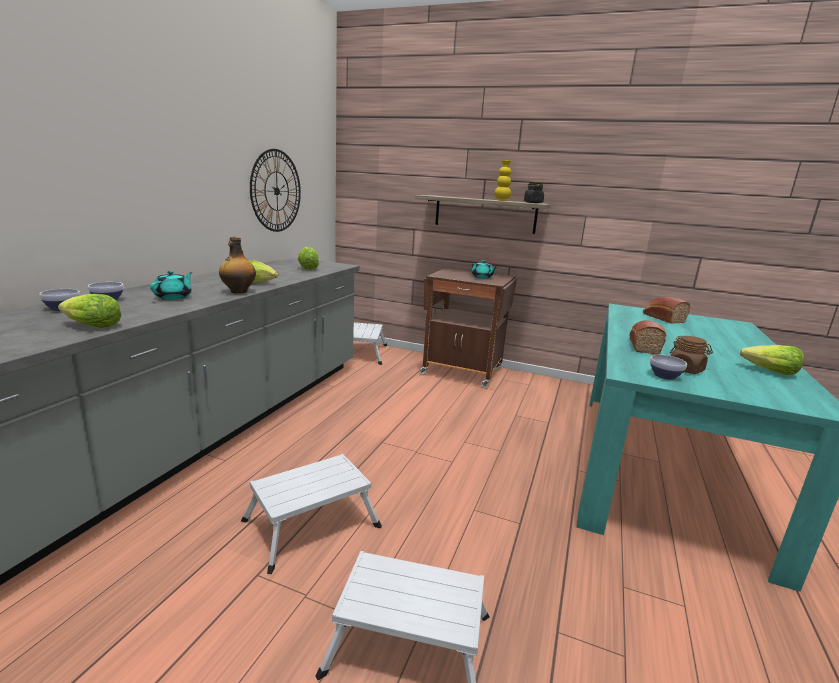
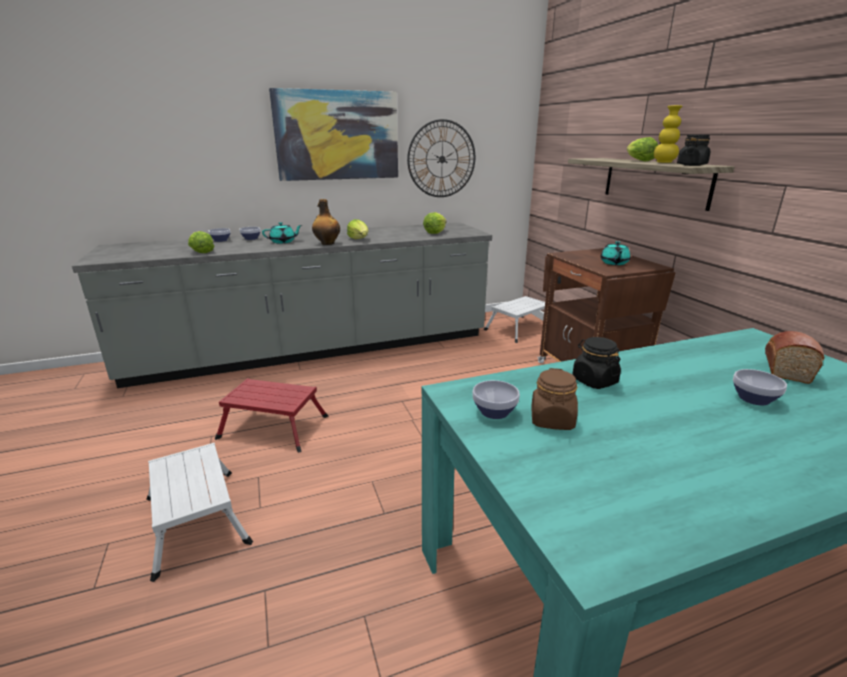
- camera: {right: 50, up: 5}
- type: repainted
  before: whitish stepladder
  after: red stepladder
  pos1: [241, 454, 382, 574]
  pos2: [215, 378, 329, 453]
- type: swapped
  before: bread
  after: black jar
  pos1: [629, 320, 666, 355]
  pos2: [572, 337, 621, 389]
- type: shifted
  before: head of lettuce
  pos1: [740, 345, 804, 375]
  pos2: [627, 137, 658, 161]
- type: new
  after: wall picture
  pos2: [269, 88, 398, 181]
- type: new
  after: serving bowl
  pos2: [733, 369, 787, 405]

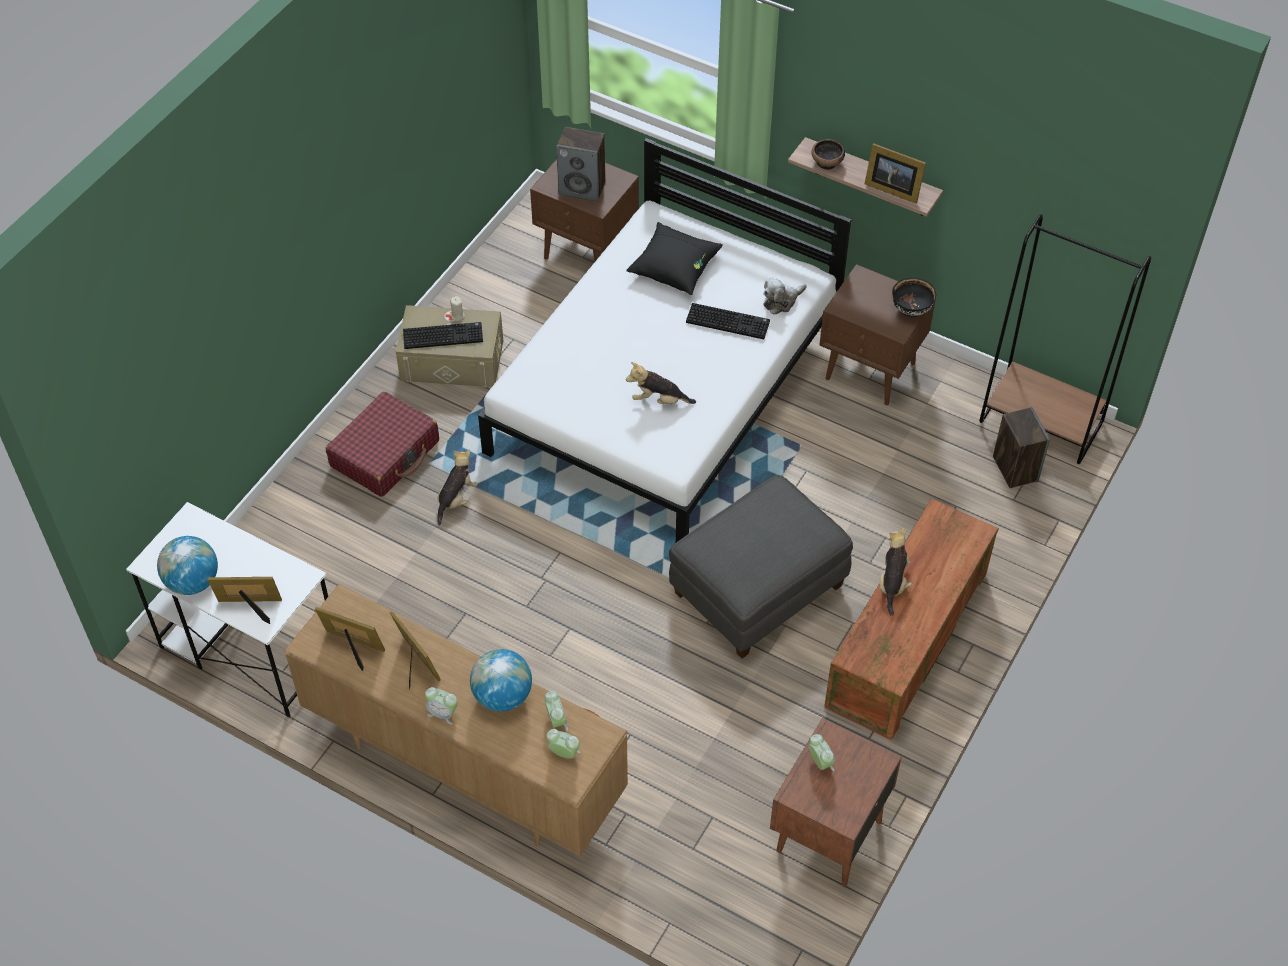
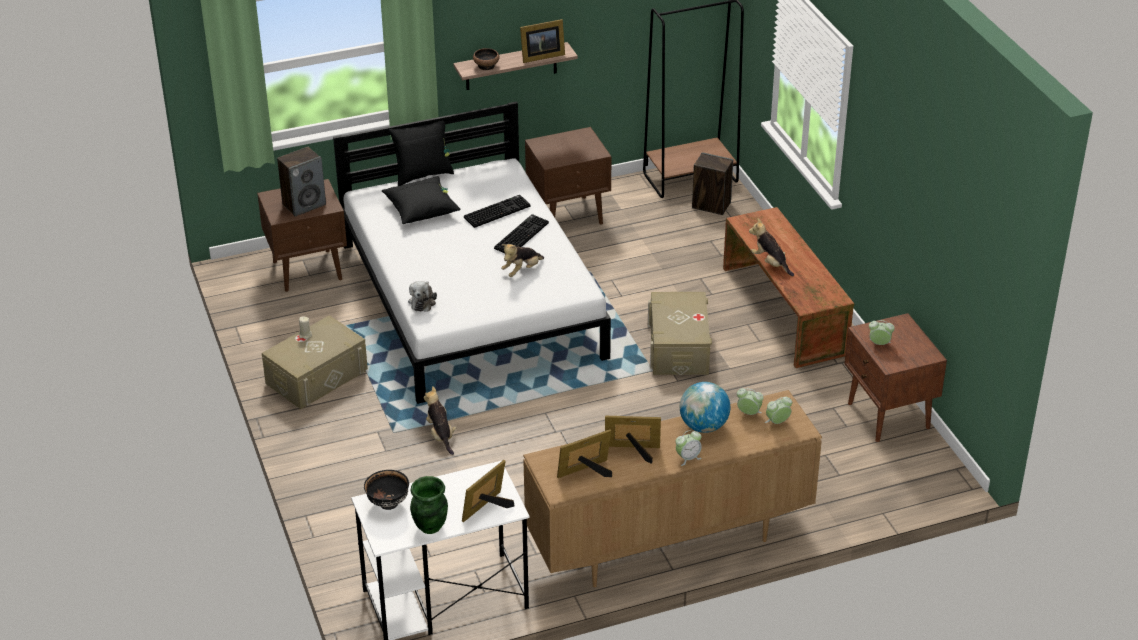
- camera: {right: -50, up: -15}
- type: swapped
  before: world globe
  after: greenish flower vase
  pos1: [157, 536, 218, 595]
  pos2: [410, 476, 448, 534]
- type: gone
  before: red suitcase
  pos1: [326, 391, 439, 497]
- type: shifted
  before: keyboard
  pos1: [403, 322, 483, 349]
  pos2: [494, 214, 549, 253]
- type: swapped
  before: gray pouffe
  after: sand-coloured storage container
  pos1: [669, 475, 853, 659]
  pos2: [648, 292, 712, 375]
- type: shifted
  before: cuddly toy
  pos1: [764, 277, 806, 315]
  pos2: [408, 281, 437, 312]
- type: shifted
  before: black serving bowl
  pos1: [892, 278, 936, 317]
  pos2: [364, 470, 409, 510]
- type: new
  after: black throw pillow
  pos2: [389, 121, 454, 186]

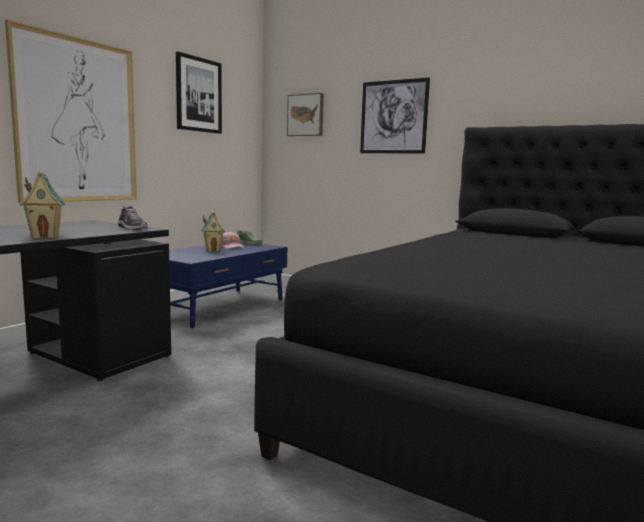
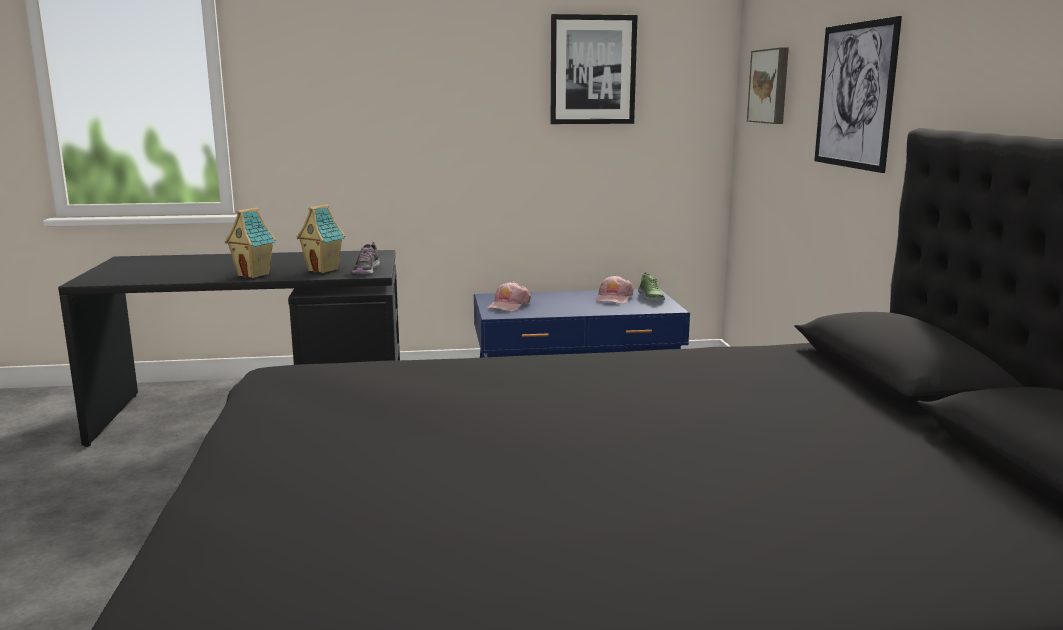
- camera: {right: 50, up: 5}
- type: gone
  before: wall picture
  pos1: [5, 19, 137, 203]
- type: shifted
  before: model house
  pos1: [201, 211, 225, 251]
  pos2: [296, 204, 345, 273]
- type: new
  after: pink peaked cap
  pos2: [488, 281, 531, 311]

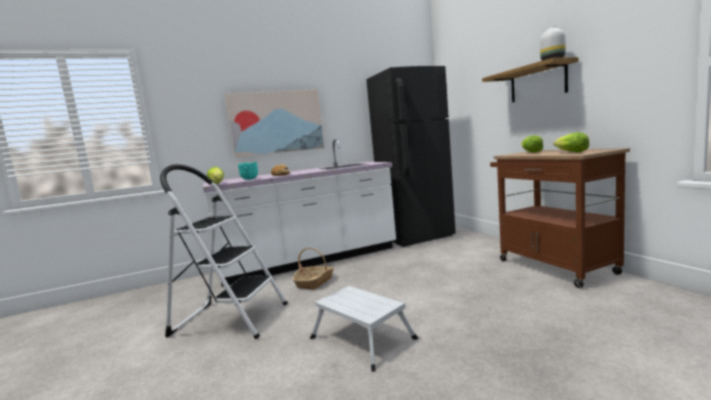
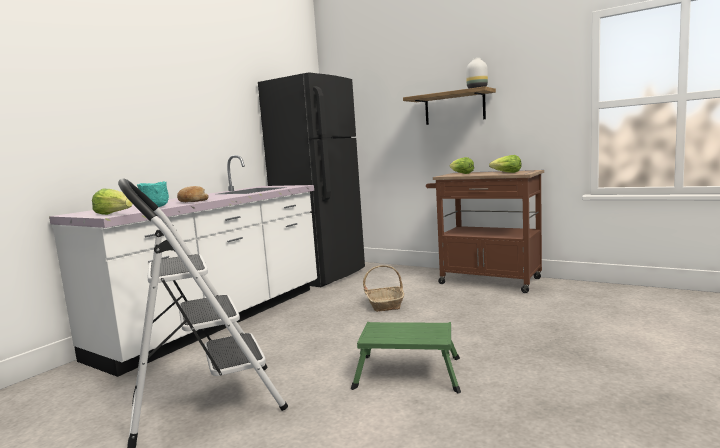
- camera: {right: -35, up: 0}
- type: gone
  before: wall picture
  pos1: [225, 89, 324, 158]
- type: shifted
  before: storage basket
  pos1: [292, 248, 334, 290]
  pos2: [363, 265, 404, 312]
- type: repainted
  before: whitish stepladder
  after: greenish stepladder
  pos1: [310, 286, 418, 372]
  pos2: [351, 322, 461, 394]

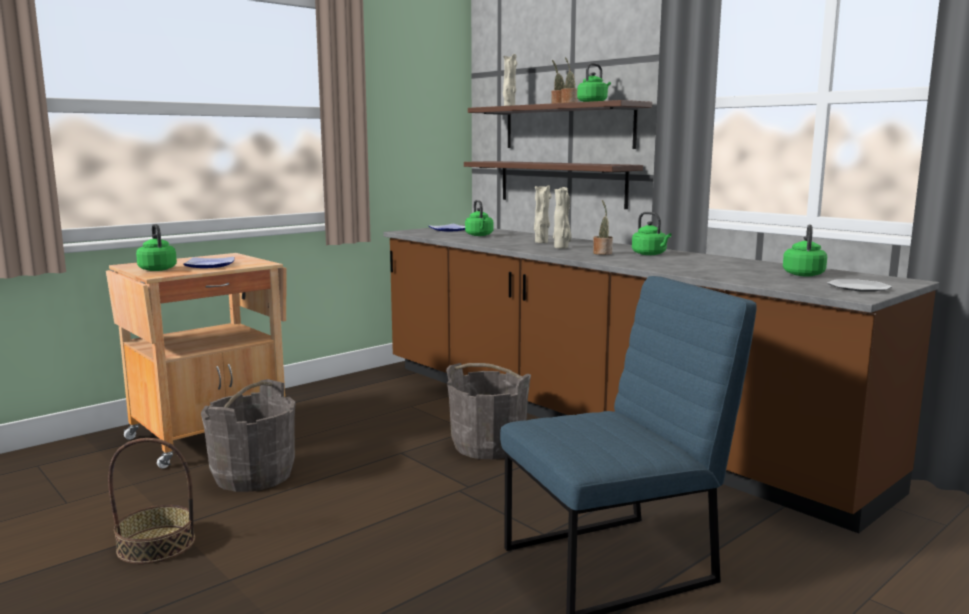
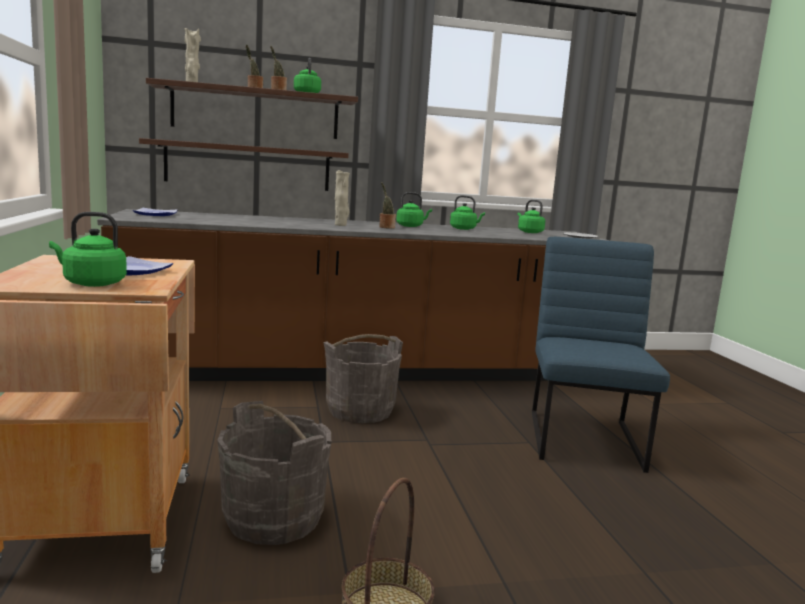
- camera: {right: -60, up: 0}
- type: shifted
  before: greenish tea kettle
  pos1: [465, 200, 493, 236]
  pos2: [450, 195, 485, 230]
- type: gone
  before: sand-coloured flower vase
  pos1: [534, 185, 551, 243]

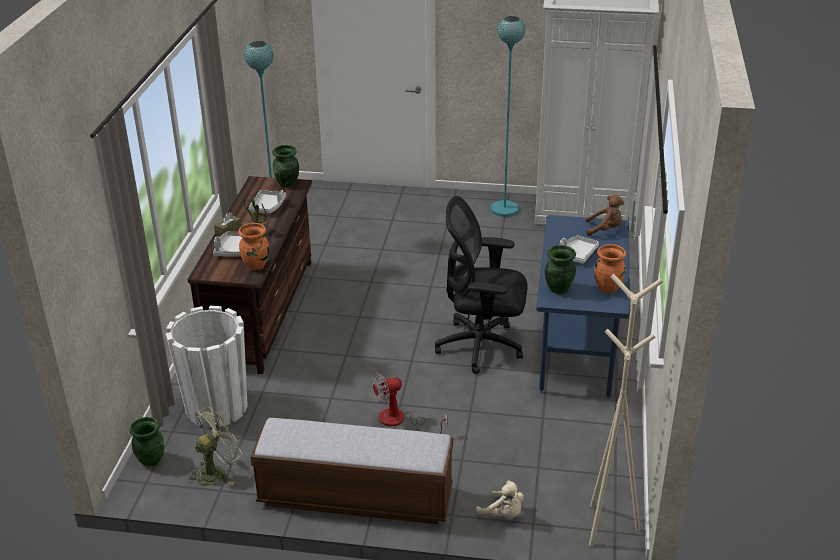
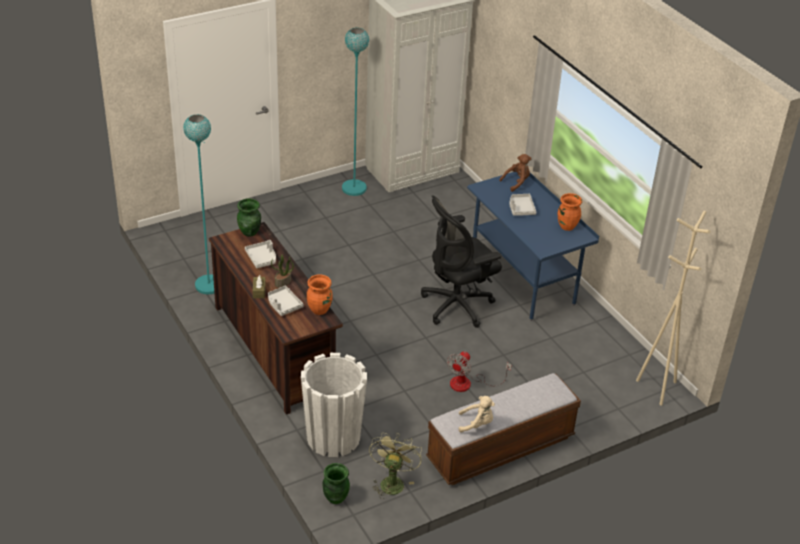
- camera: {right: -40, up: 5}
- type: shifted
  before: sand-coloured cuddly toy
  pos1: [476, 480, 524, 518]
  pos2: [459, 396, 495, 433]
- type: gone
  before: greenish flower vase
  pos1: [545, 245, 576, 294]

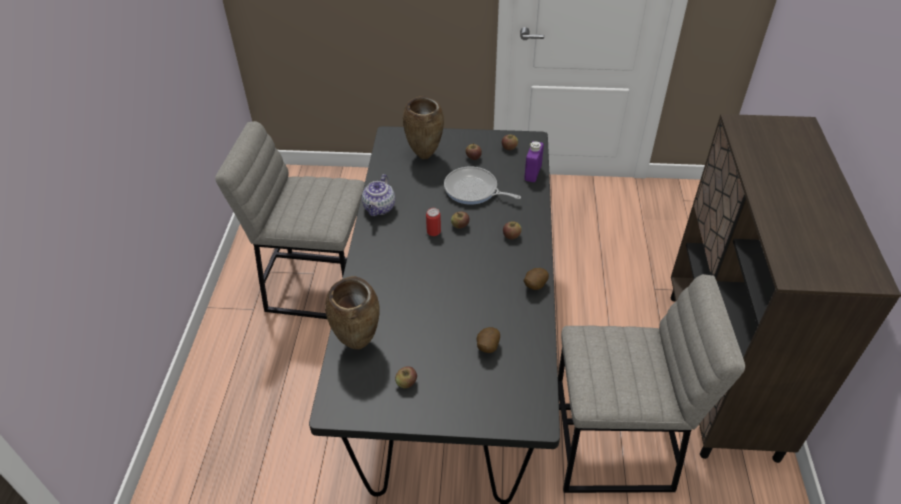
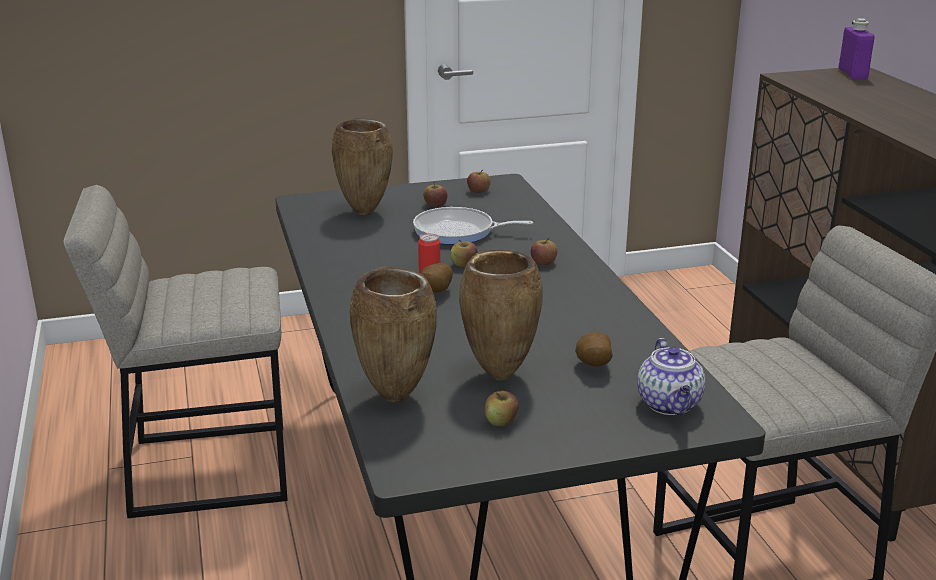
- camera: {right: -20, up: -20}
- type: shifted
  before: teapot
  pos1: [362, 174, 395, 216]
  pos2: [637, 338, 706, 415]
- type: shifted
  before: purplish drink bottle
  pos1: [524, 141, 544, 182]
  pos2: [838, 18, 875, 80]
- type: shifted
  before: spud
  pos1: [524, 268, 549, 290]
  pos2: [420, 263, 453, 293]
- type: new
  after: brown-coloured flower vase
  pos2: [459, 250, 543, 380]

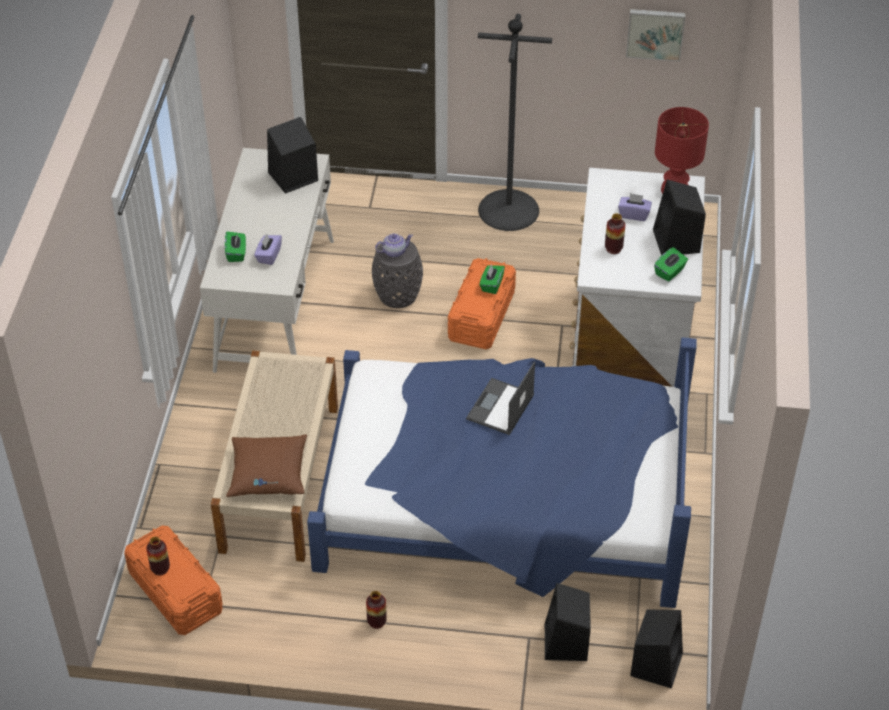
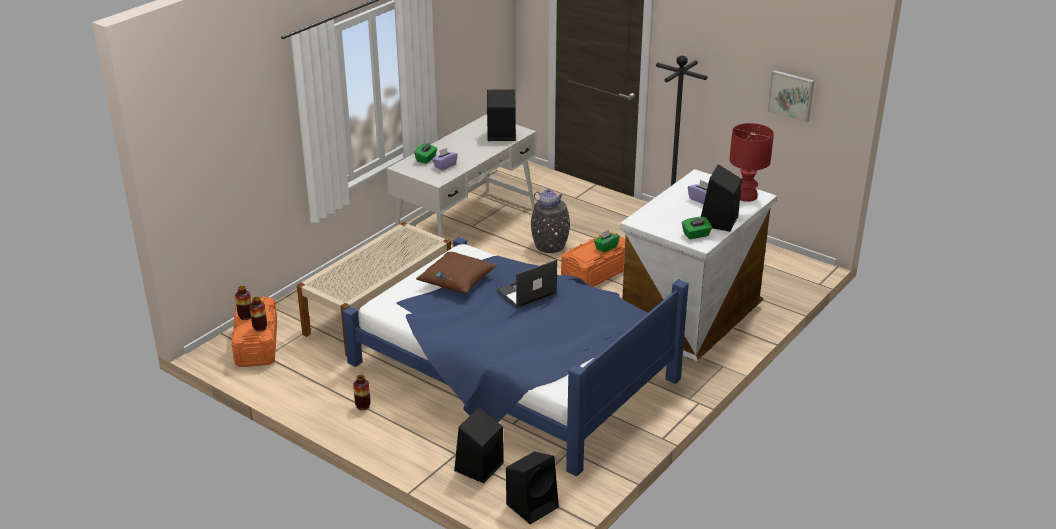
- camera: {right: 30, up: -15}
- type: shifted
  before: brown-coloured throw pillow
  pos1: [226, 434, 307, 497]
  pos2: [416, 252, 497, 293]
- type: shifted
  before: flower vase
  pos1: [605, 213, 625, 254]
  pos2: [250, 297, 267, 331]

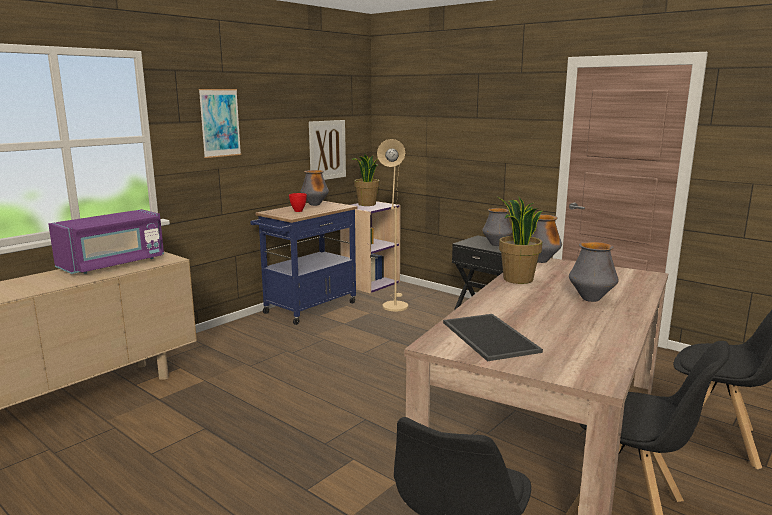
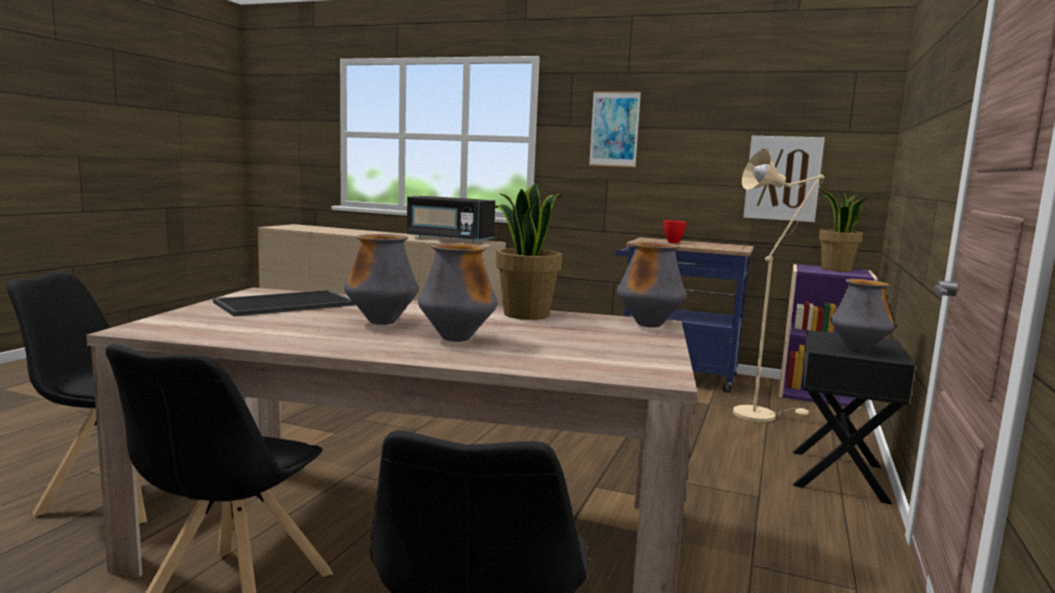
- camera: {right: 70, up: -5}
- type: repainted
  before: purplish microwave oven
  after: black microwave oven
  pos1: [48, 209, 164, 274]
  pos2: [407, 196, 495, 243]
- type: shifted
  before: flower vase
  pos1: [300, 170, 329, 206]
  pos2: [344, 234, 419, 325]

